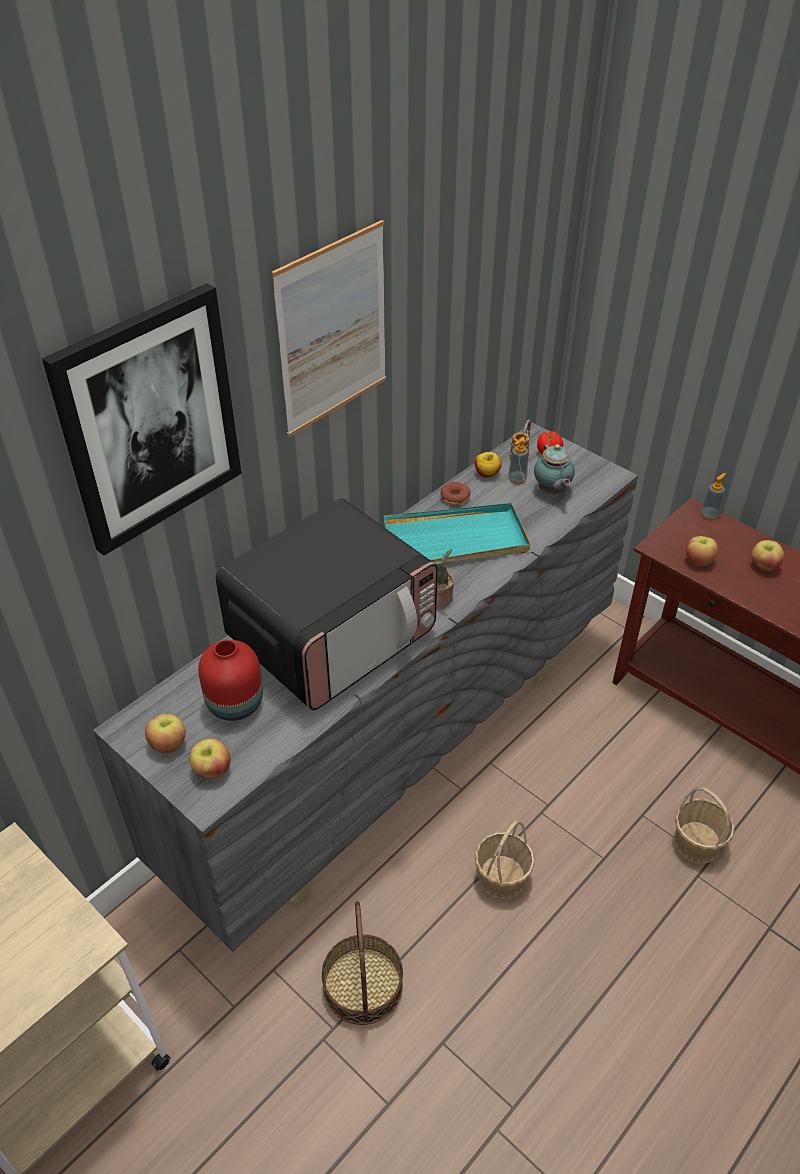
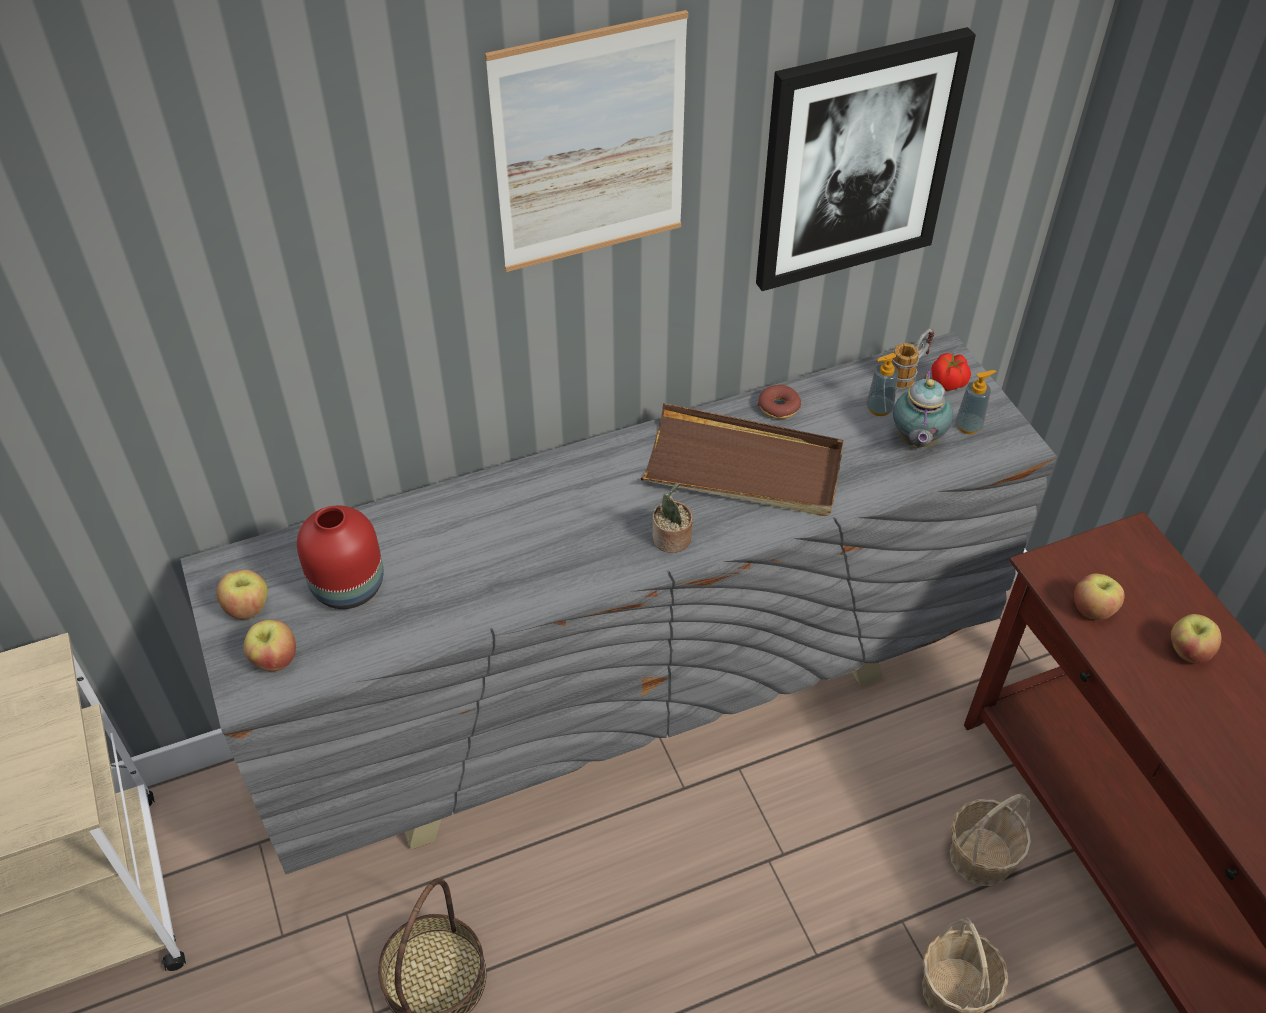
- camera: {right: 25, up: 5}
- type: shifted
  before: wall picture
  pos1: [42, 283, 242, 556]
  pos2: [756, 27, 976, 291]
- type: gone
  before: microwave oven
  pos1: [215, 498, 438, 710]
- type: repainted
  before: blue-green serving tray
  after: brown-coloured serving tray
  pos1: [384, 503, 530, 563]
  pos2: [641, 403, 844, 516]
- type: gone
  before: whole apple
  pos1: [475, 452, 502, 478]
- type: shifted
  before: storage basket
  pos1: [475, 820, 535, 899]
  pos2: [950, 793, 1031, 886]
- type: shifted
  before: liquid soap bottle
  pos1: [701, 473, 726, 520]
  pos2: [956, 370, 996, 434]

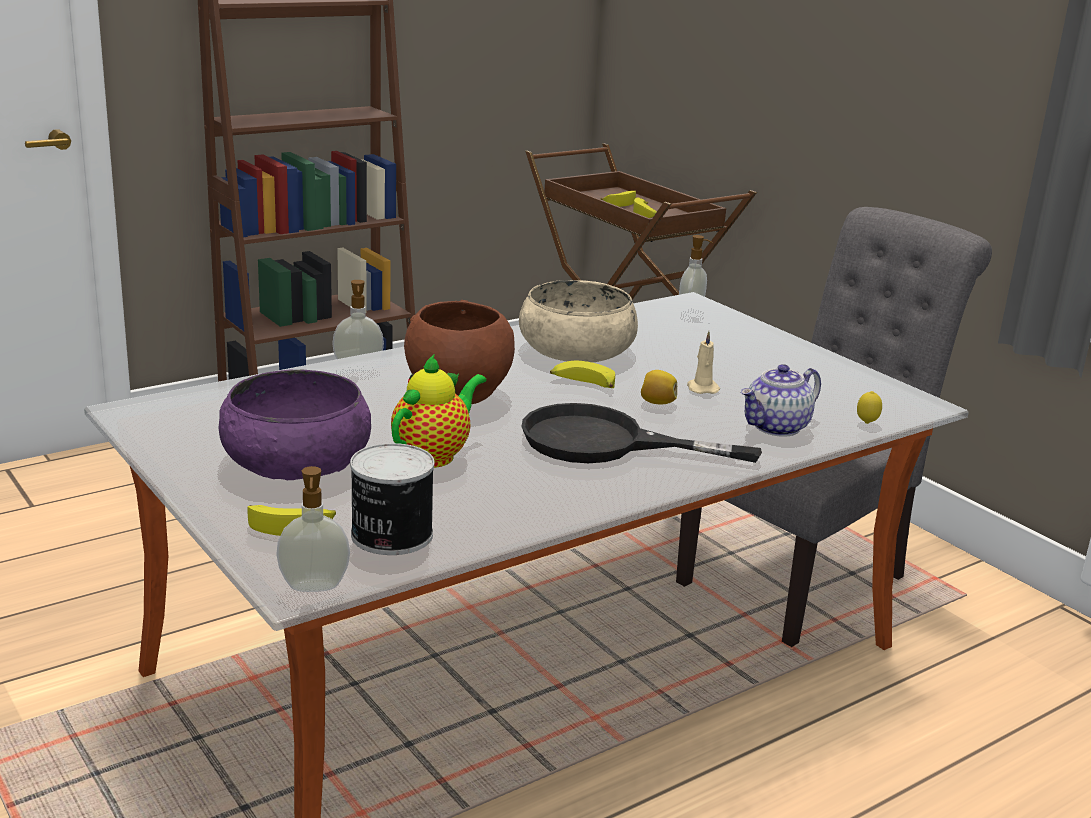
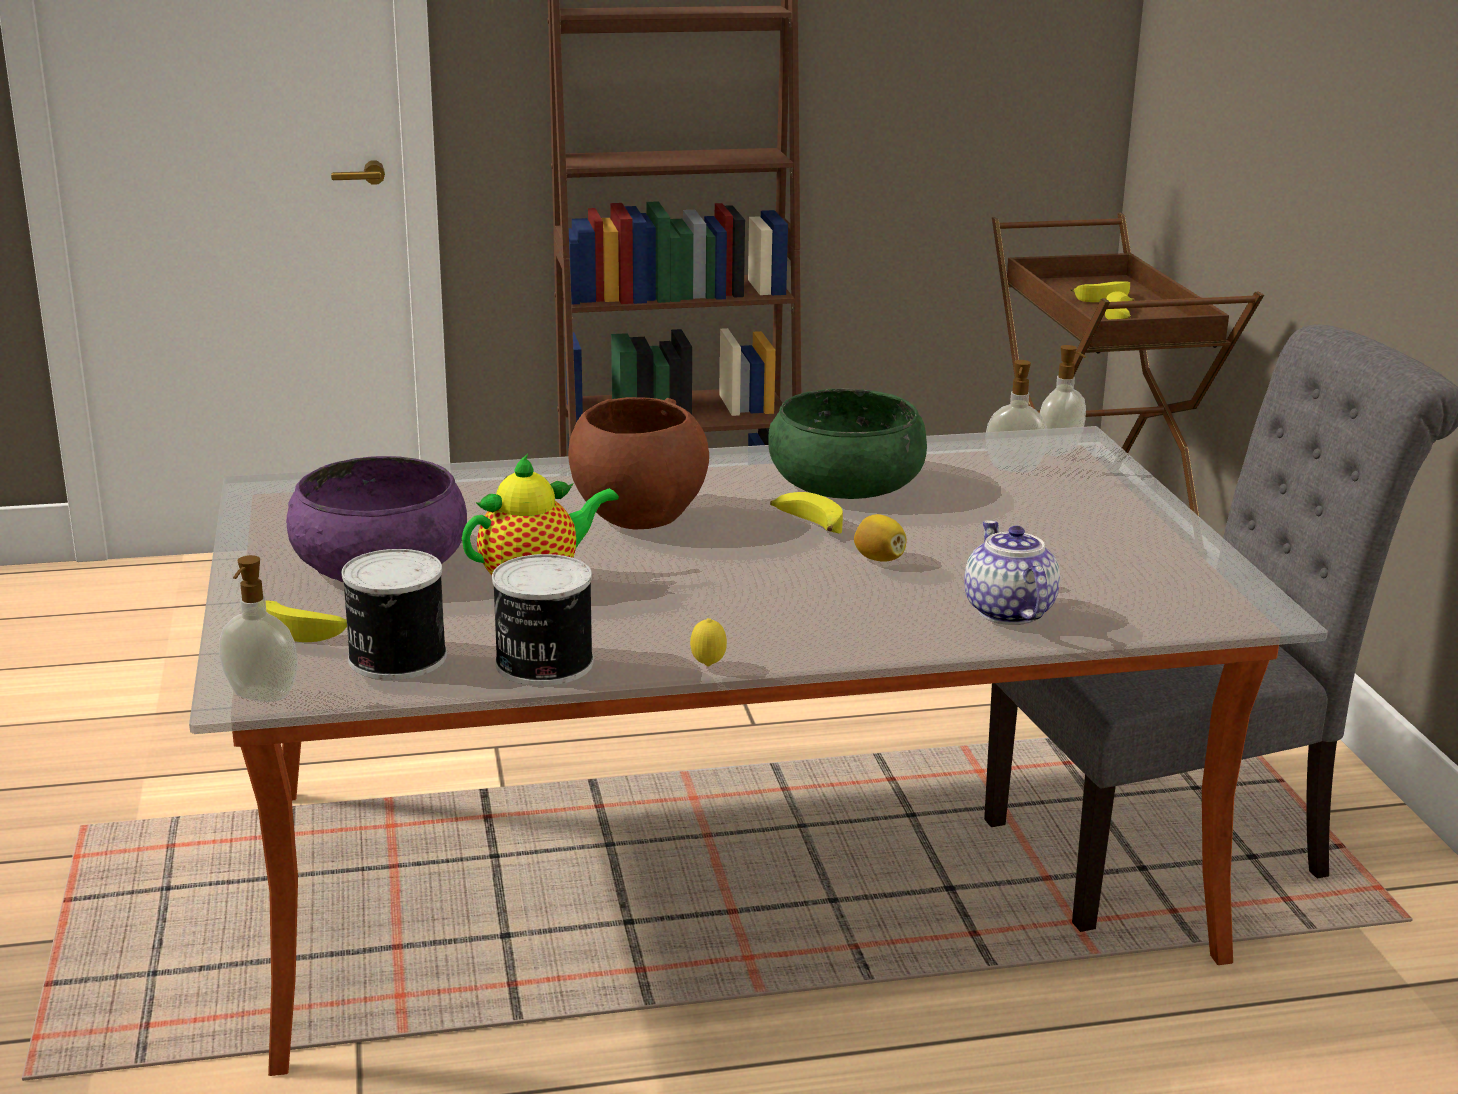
- camera: {right: 25, up: 0}
- type: shifted
  before: liquid soap bottle
  pos1: [332, 280, 384, 371]
  pos2: [985, 360, 1048, 472]
- type: repainted
  before: sand-coloured serving bowl
  after: greenish serving bowl
  pos1: [519, 280, 638, 362]
  pos2: [768, 388, 927, 499]
- type: gone
  before: black skillet
  pos1: [522, 403, 762, 463]
- type: gone
  before: sand-coloured wax light
  pos1: [687, 331, 720, 394]
- type: rotated
  before: teapot
  pos1: [740, 364, 821, 437]
  pos2: [964, 520, 1060, 625]
  turn: 90
- type: shifted
  before: lemon
  pos1: [857, 391, 882, 424]
  pos2: [690, 618, 727, 666]
- type: new
  after: can
  pos2: [492, 554, 593, 686]

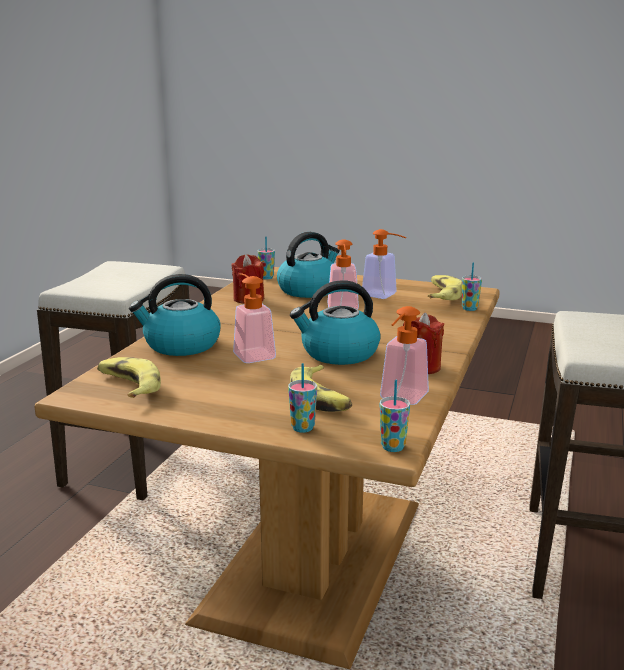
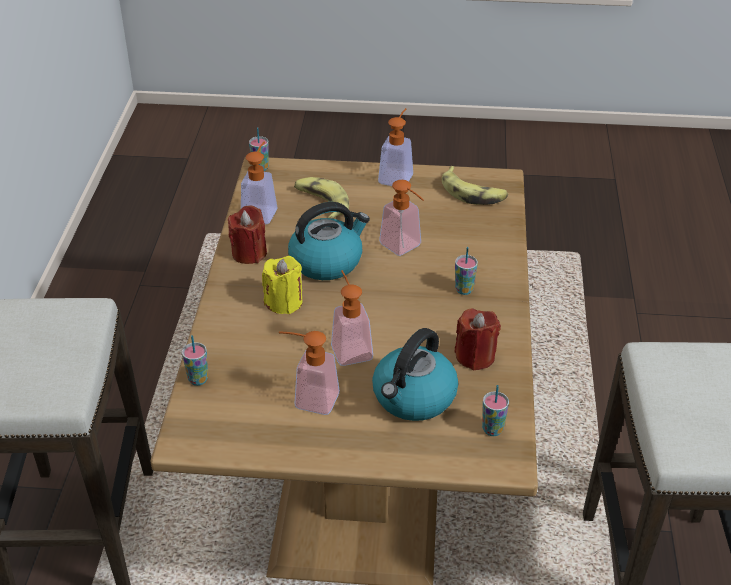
- camera: {right: 165, up: 20}
- type: gone
  before: tea kettle
  pos1: [129, 274, 221, 356]
- type: shifted
  before: small cup
  pos1: [288, 363, 317, 433]
  pos2: [455, 247, 478, 295]
- type: gone
  before: whole banana
  pos1: [428, 275, 462, 300]
- type: new
  after: yellowish wax light
  pos2: [262, 256, 303, 314]
- type: new
  after: liquid soap bottle
  pos2: [378, 108, 413, 186]

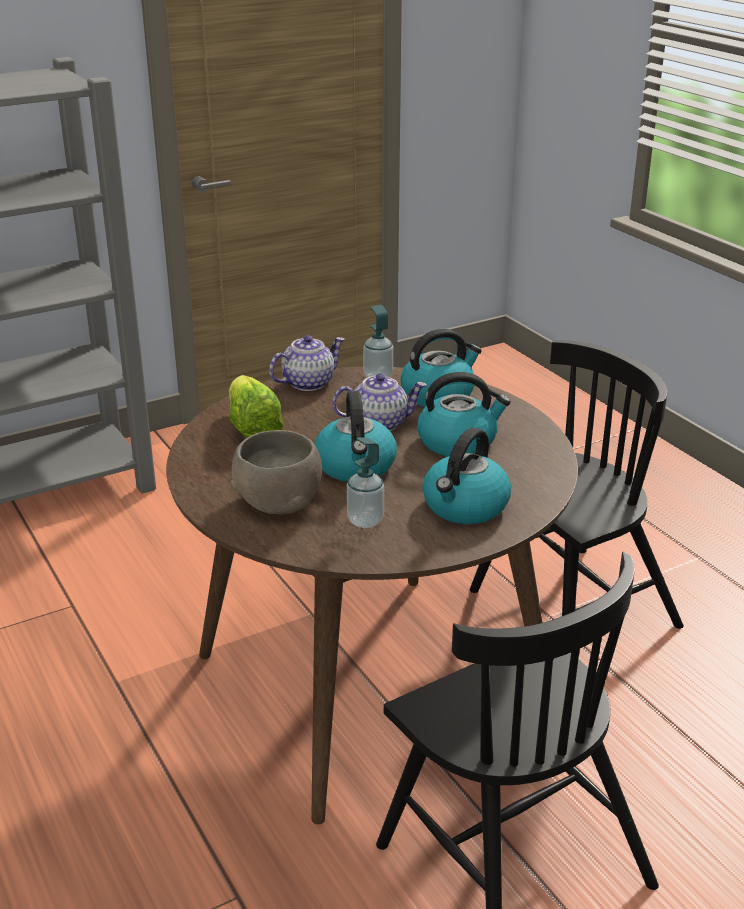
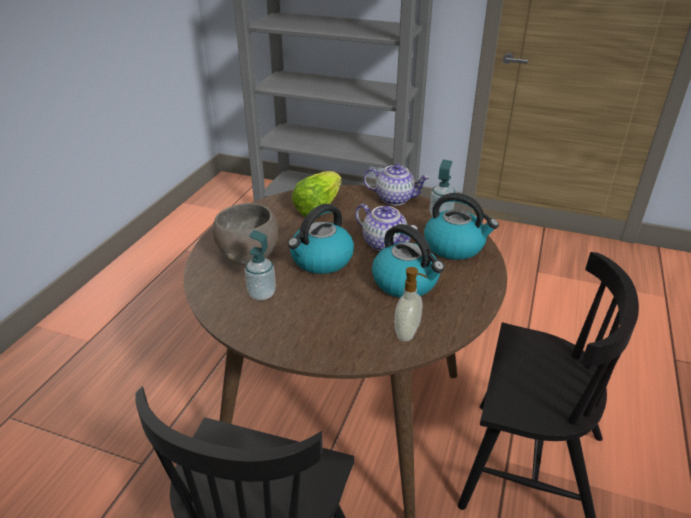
- camera: {right: 50, up: 5}
- type: gone
  before: tea kettle
  pos1: [422, 428, 511, 524]
- type: new
  after: liquid soap bottle
  pos2: [394, 267, 427, 342]

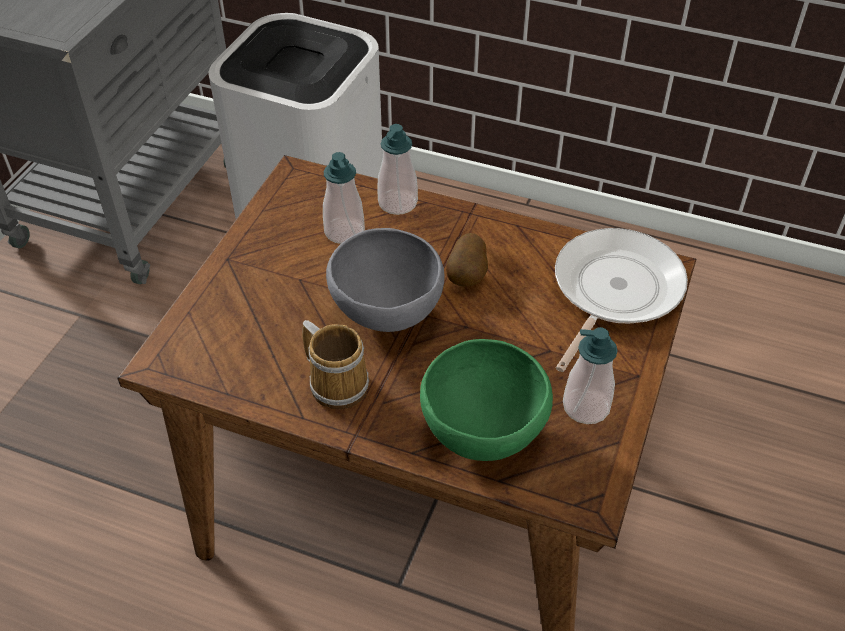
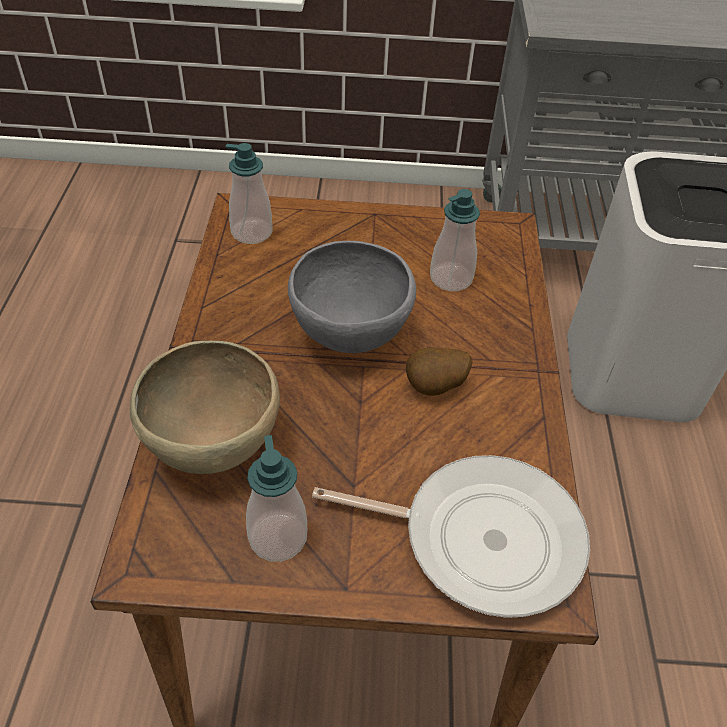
- camera: {right: 70, up: 0}
- type: gone
  before: coffee mug
  pos1: [302, 320, 369, 409]
- type: shifted
  before: liquid soap bottle
  pos1: [377, 124, 418, 215]
  pos2: [226, 143, 273, 244]
- type: repainted
  before: greenish serving bowl
  after: brown-coloured serving bowl
  pos1: [420, 339, 553, 461]
  pos2: [130, 341, 280, 474]

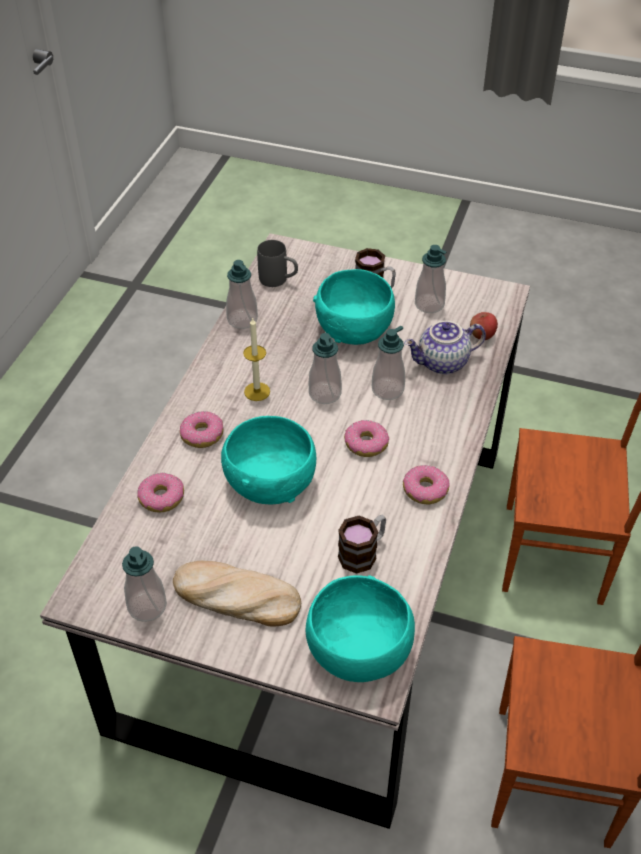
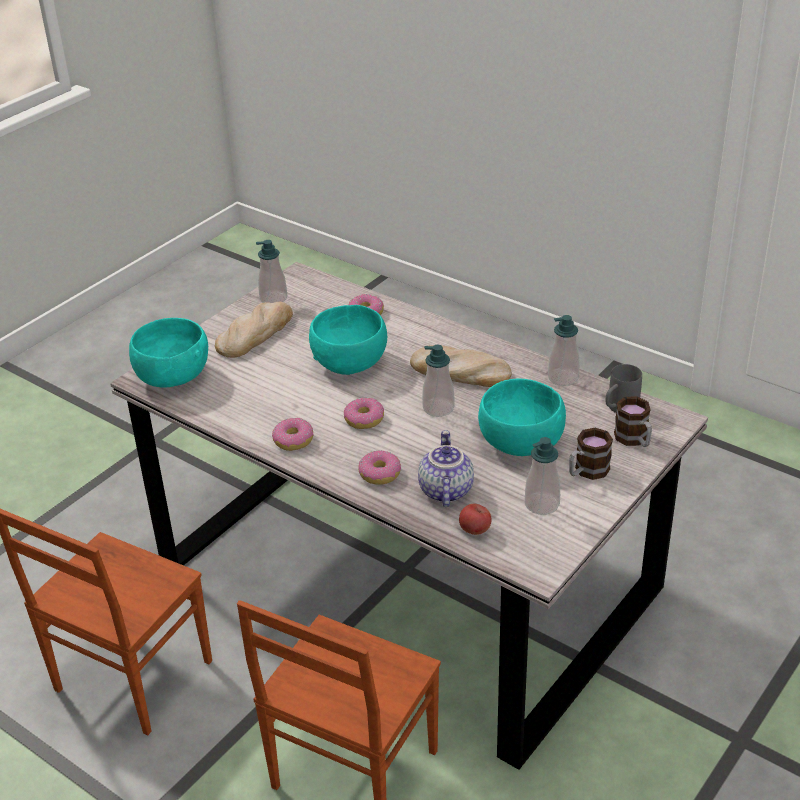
- camera: {right: 110, up: -10}
- type: shifted
  before: ring doughnut
  pos1: [180, 411, 223, 448]
  pos2: [358, 450, 401, 485]
- type: swapped
  before: wax light
  after: bread
  pos1: [243, 317, 270, 401]
  pos2: [410, 345, 512, 387]
- type: shifted
  before: coffee mug
  pos1: [338, 515, 386, 574]
  pos2: [614, 396, 652, 447]
- type: gone
  before: liquid soap bottle
  pos1: [372, 326, 405, 400]

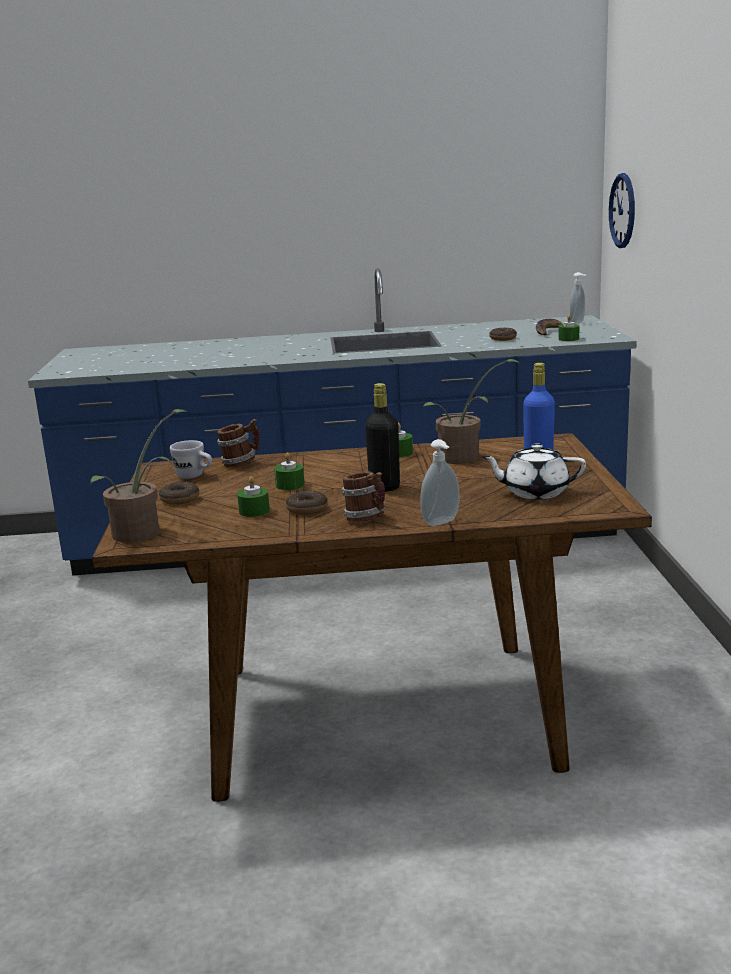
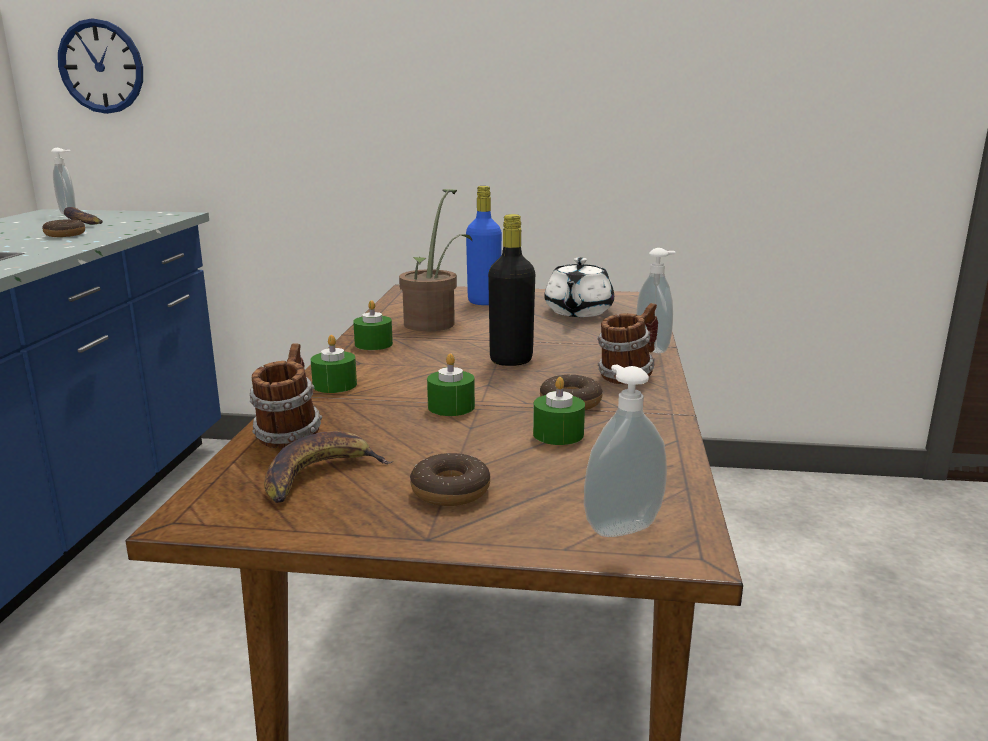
- camera: {right: -80, up: 0}
- type: swapped
  before: plant in a pot
  after: liquid soap bottle
  pos1: [90, 409, 191, 543]
  pos2: [584, 365, 667, 537]
- type: swapped
  before: whitish coffee mug
  after: whole banana
  pos1: [170, 440, 212, 479]
  pos2: [264, 431, 393, 503]
- type: shifted
  before: greenish wax light
  pos1: [558, 315, 580, 341]
  pos2: [311, 335, 357, 393]

